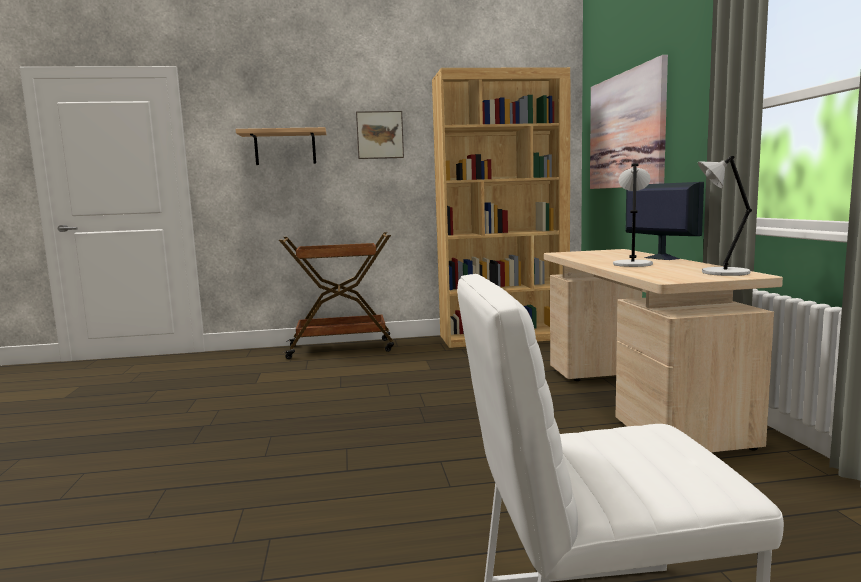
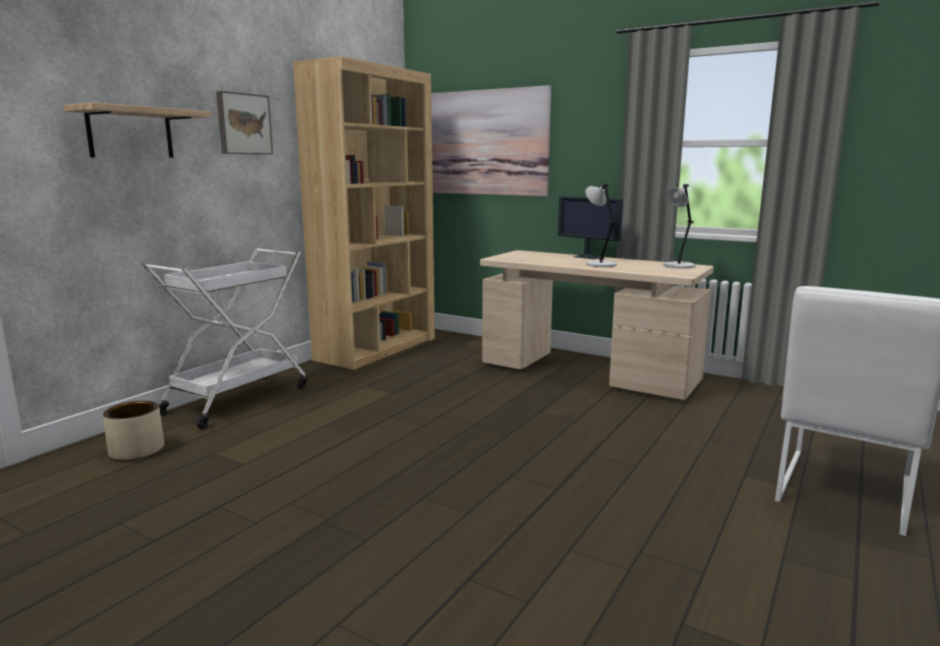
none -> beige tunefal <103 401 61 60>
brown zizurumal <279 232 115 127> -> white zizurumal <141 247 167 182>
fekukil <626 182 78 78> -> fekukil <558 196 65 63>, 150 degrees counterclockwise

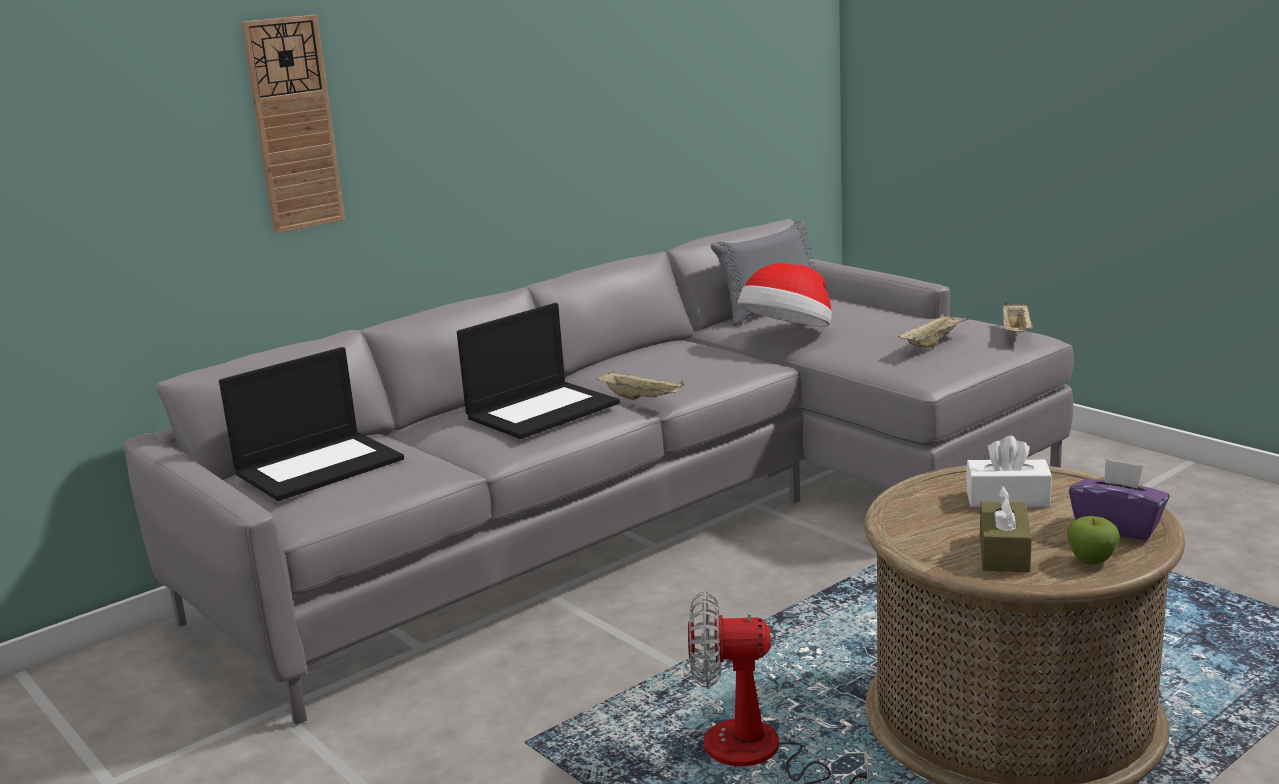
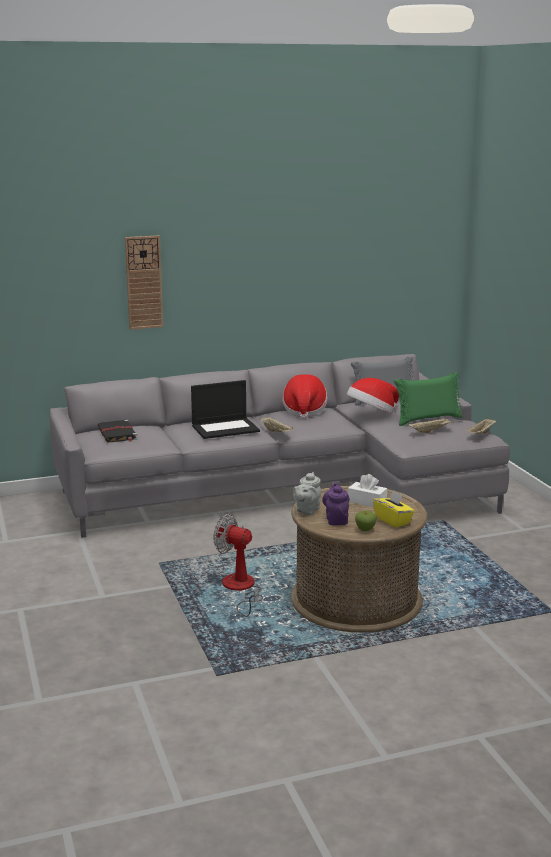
none -> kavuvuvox <282 374 46 45>
none -> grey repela <293 472 28 43>
none -> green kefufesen <394 372 68 54>
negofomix <219 347 185 154> -> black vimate <98 420 40 22>
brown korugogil <980 485 52 87> -> purple repela <322 482 28 43>
purple korugogil <1069 459 101 82> -> yellow korugogil <373 490 41 38>

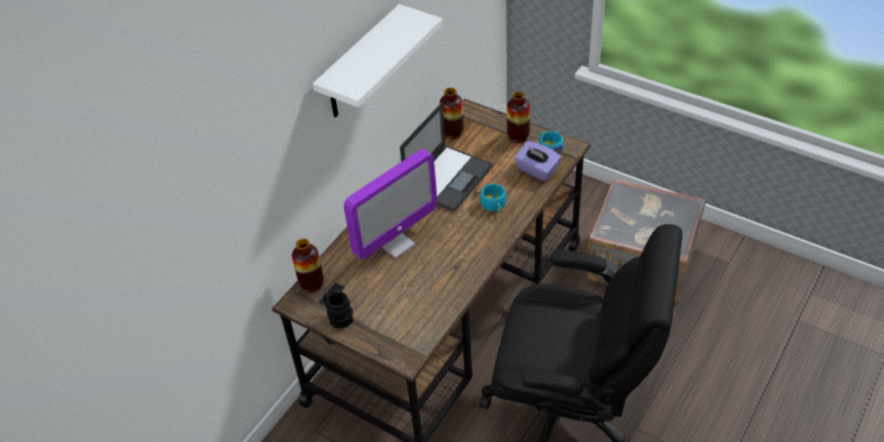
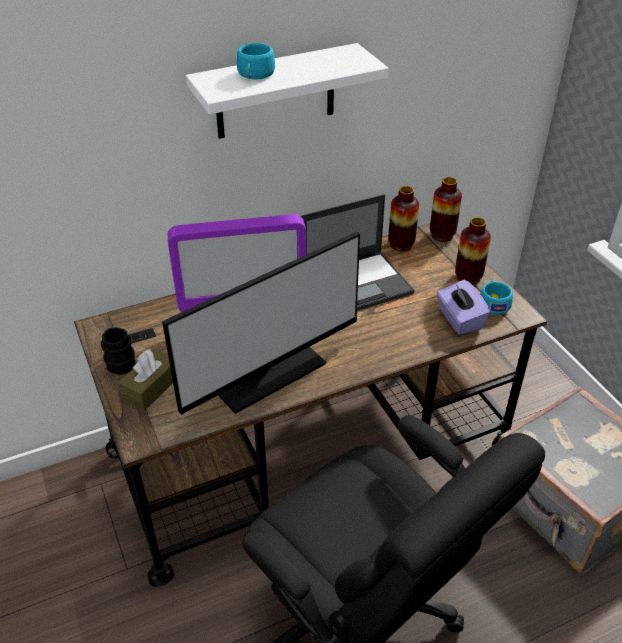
none -> brown korugogil <118 349 55 62>
none -> fekukil <162 231 198 184>
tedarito <292 239 32 53> -> tedarito <430 177 32 65>, moved
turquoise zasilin <480 184 26 28> -> turquoise zasilin <237 43 38 36>, moved

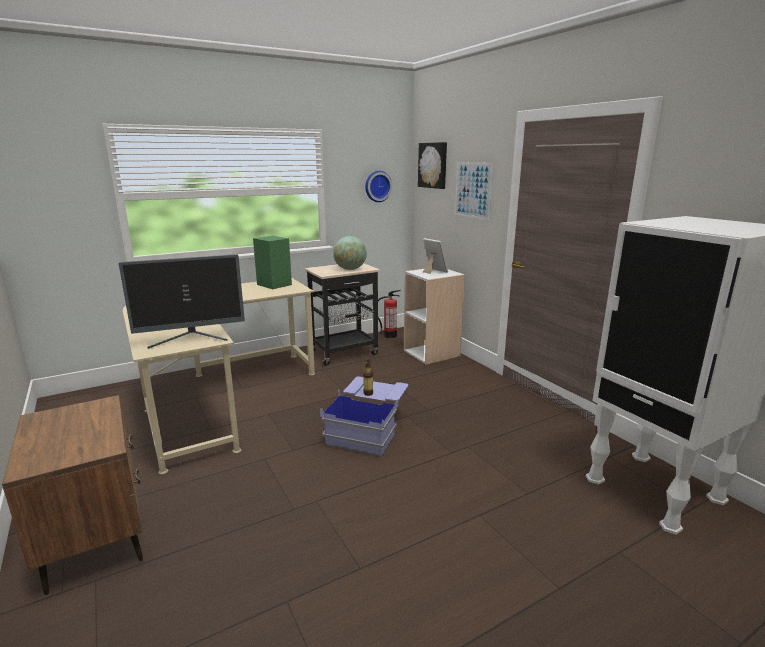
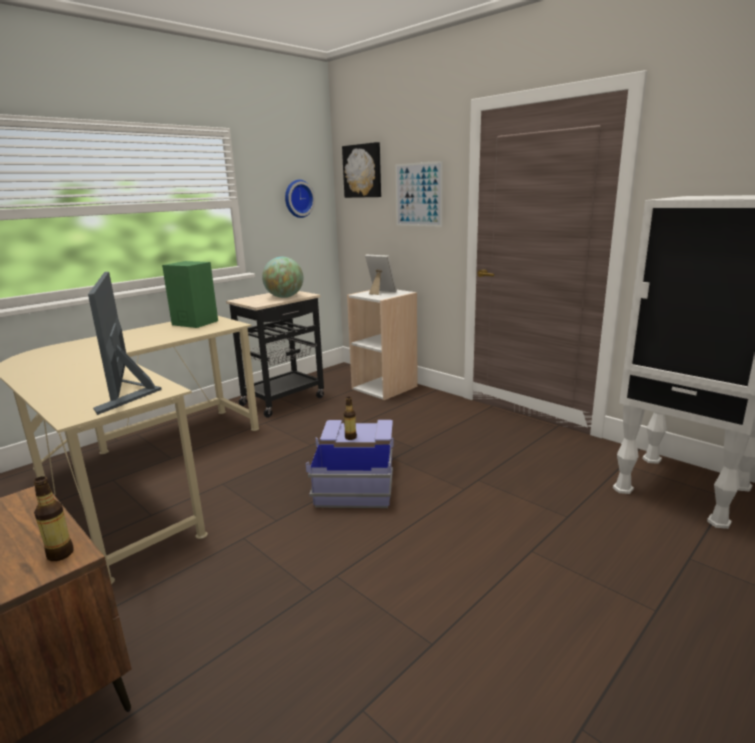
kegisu <378 290 23 48> -> none
none -> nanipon <33 476 41 85>
fekukil <119 254 126 95> -> fekukil <88 272 74 143>, 105 degrees clockwise

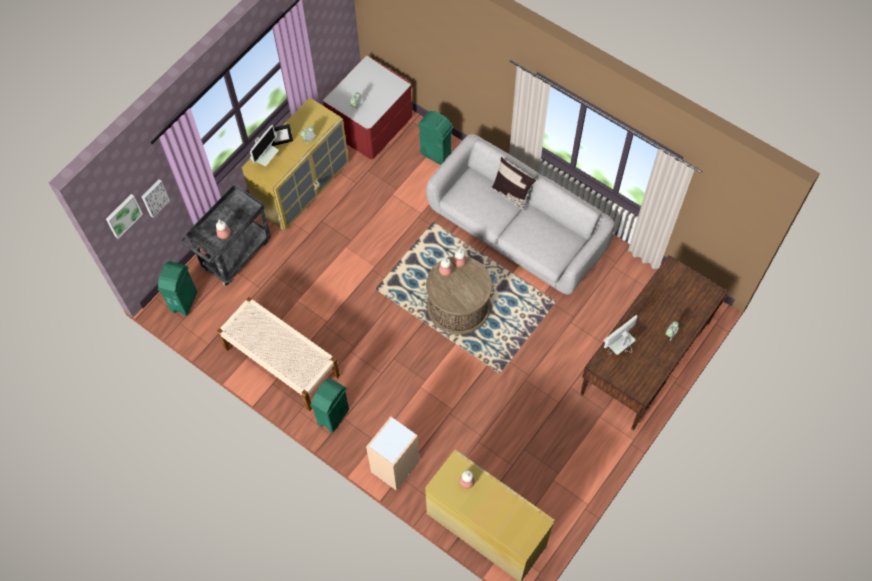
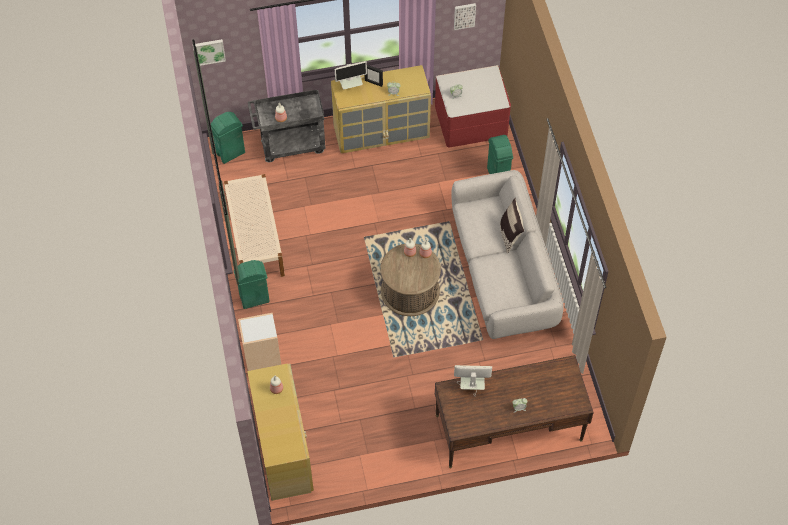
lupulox <141 179 29 39> -> lupulox <454 3 22 27>, moved

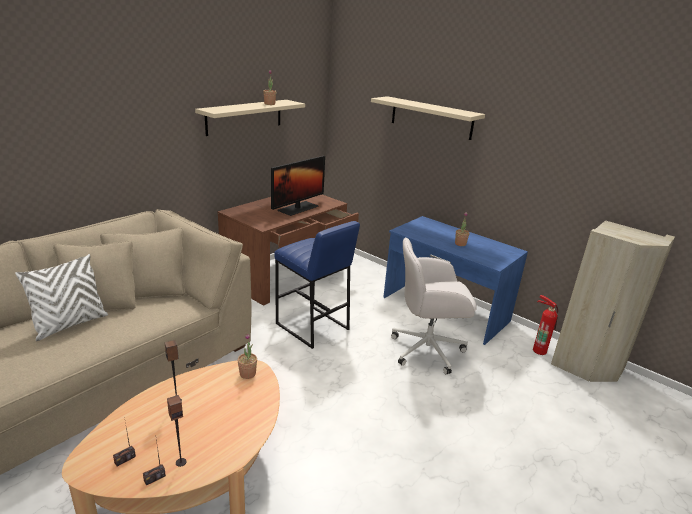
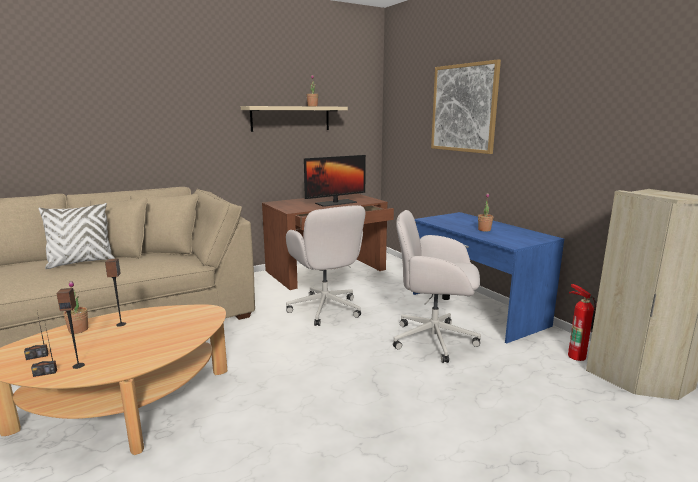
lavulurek <238 334 19 45> -> lavulurek <63 281 25 53>, moved
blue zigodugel <274 221 86 128> -> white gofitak <286 205 79 121>
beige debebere <371 96 114 44> -> lupulox <431 59 70 95>

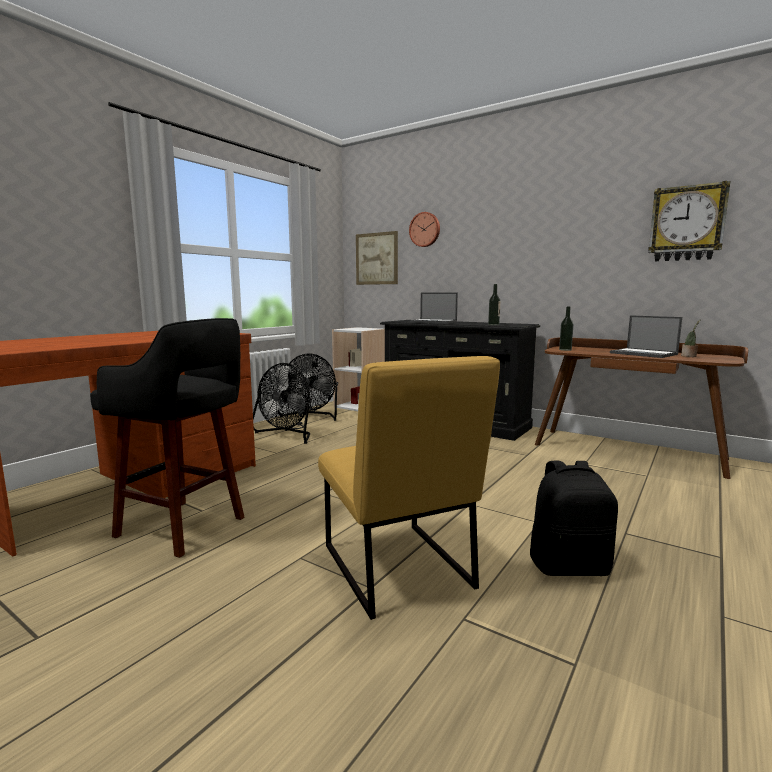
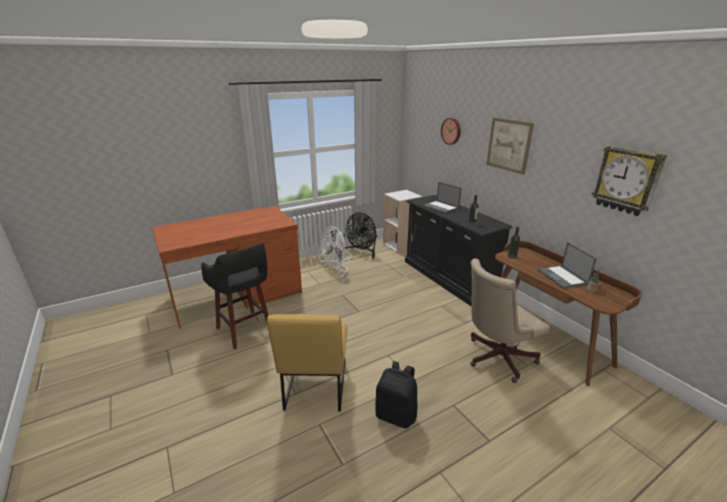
none -> beige gofitak <470 258 80 125>
lupulox <356 231 42 54> -> lupulox <486 117 48 58>, moved
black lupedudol <253 363 59 81> -> white lupedudol <317 226 34 53>

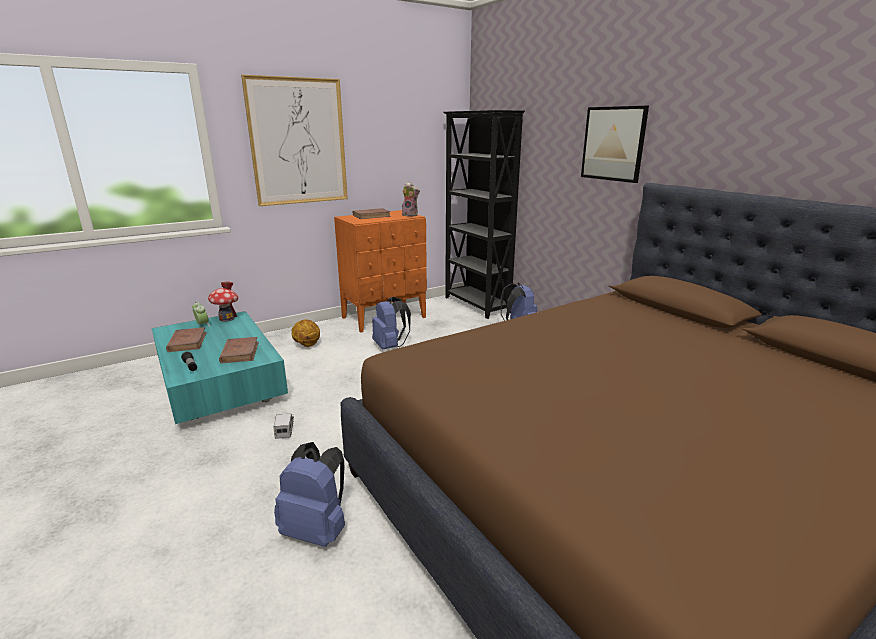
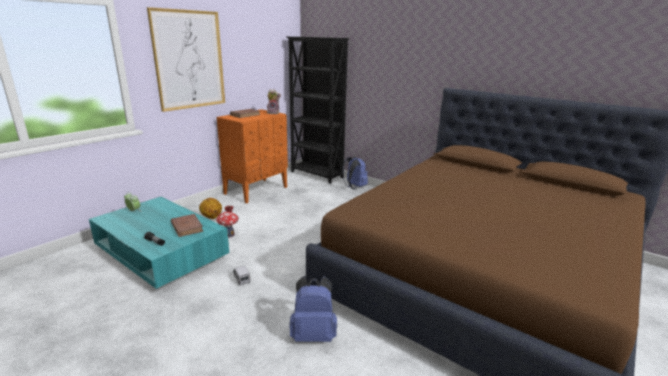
brown vimate <166 327 41 25> -> none
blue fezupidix <372 297 39 52> -> none
lupulox <581 106 68 77> -> none
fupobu <208 281 30 41> -> fupobu <216 206 23 32>, moved

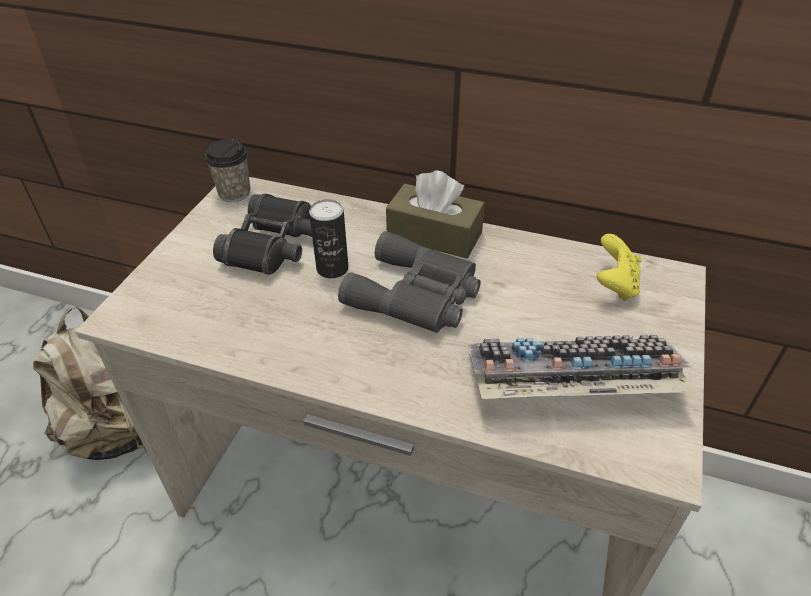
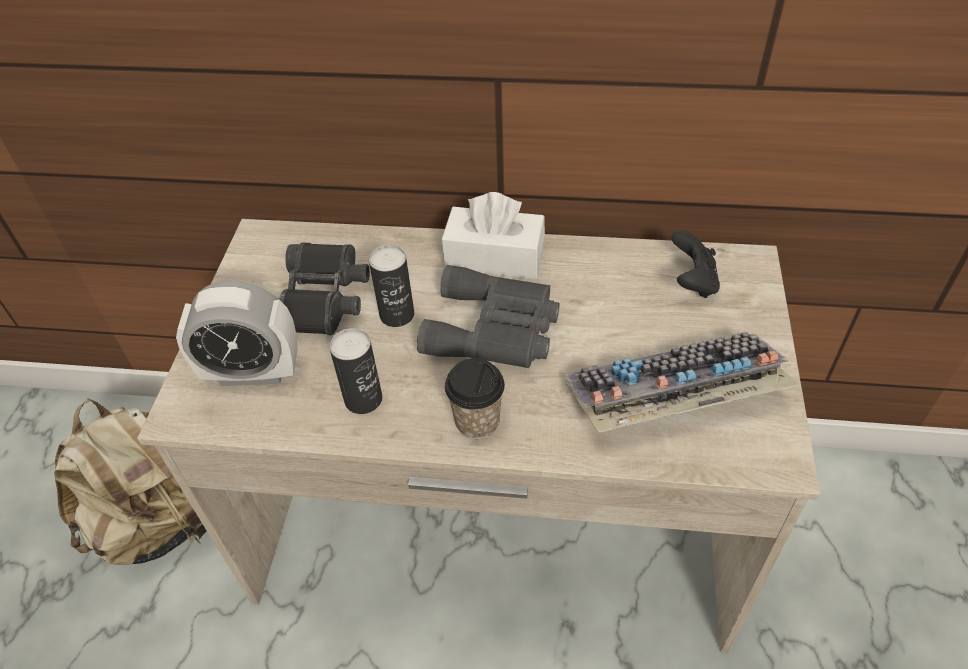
none -> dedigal <176 281 121 105>
none -> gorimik <329 328 53 86>
zasilin <205 139 45 63> -> zasilin <445 358 60 81>, moved
brown korugogil <386 170 99 89> -> white korugogil <442 192 103 87>
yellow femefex <597 234 45 67> -> black femefex <672 230 48 68>

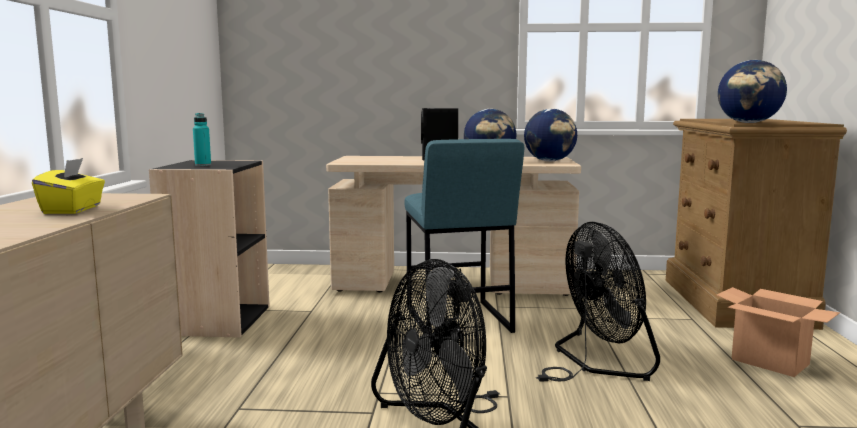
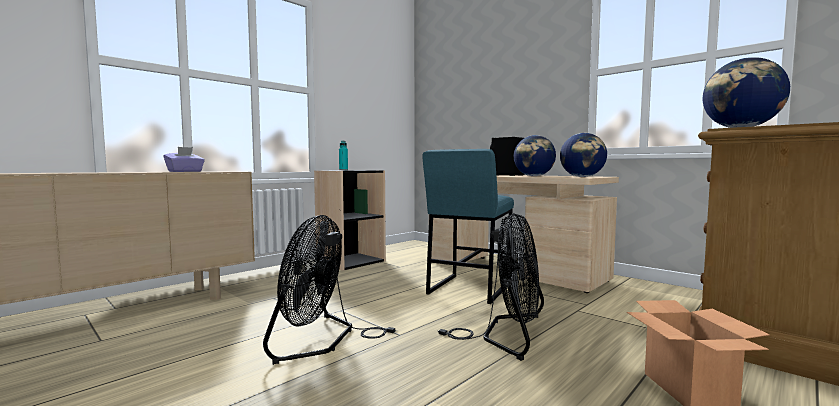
yellow korugogil <32 158 73 56> -> purple korugogil <164 147 41 25>

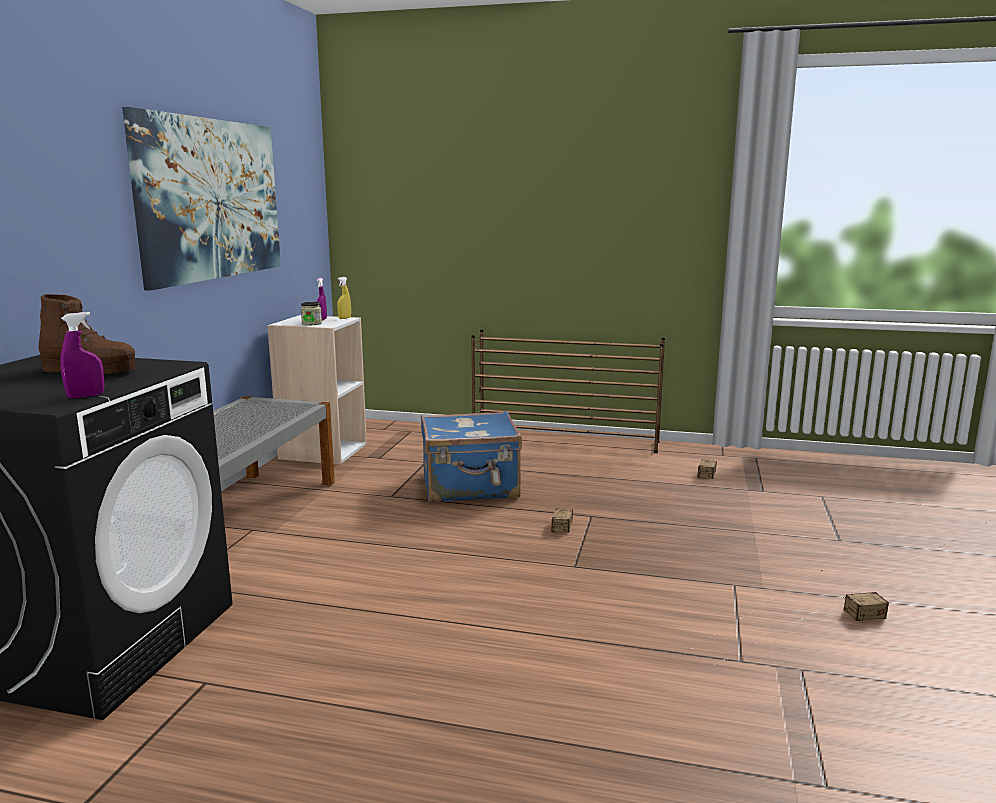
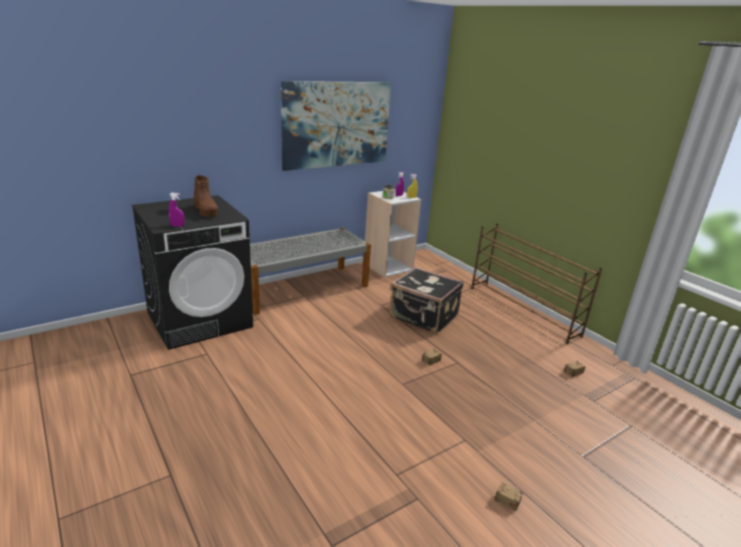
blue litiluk <421 411 101 91> -> black litiluk <390 267 74 67>

